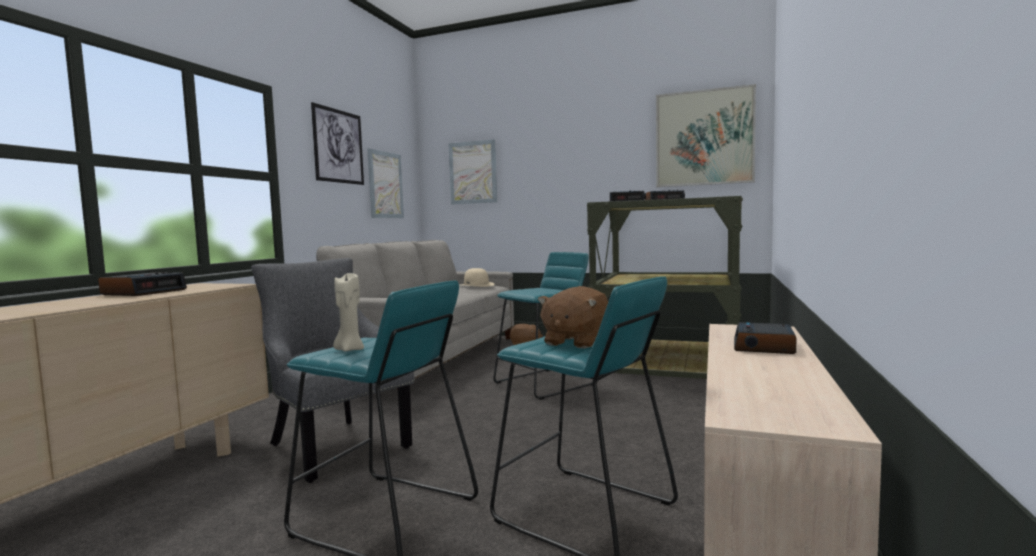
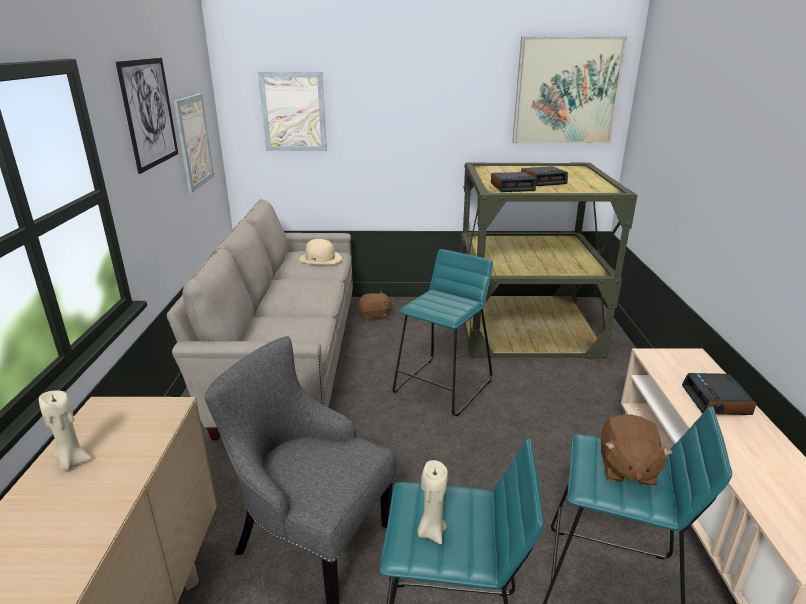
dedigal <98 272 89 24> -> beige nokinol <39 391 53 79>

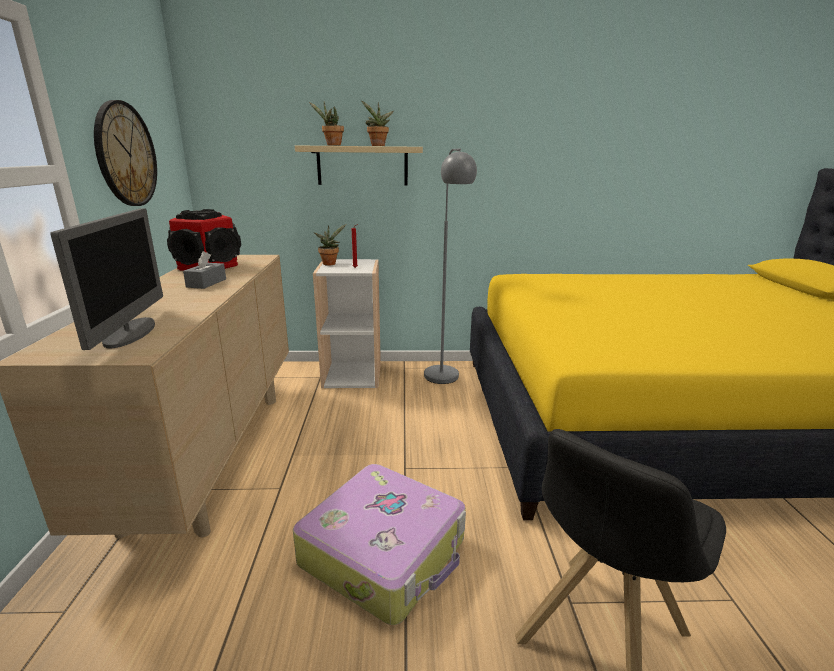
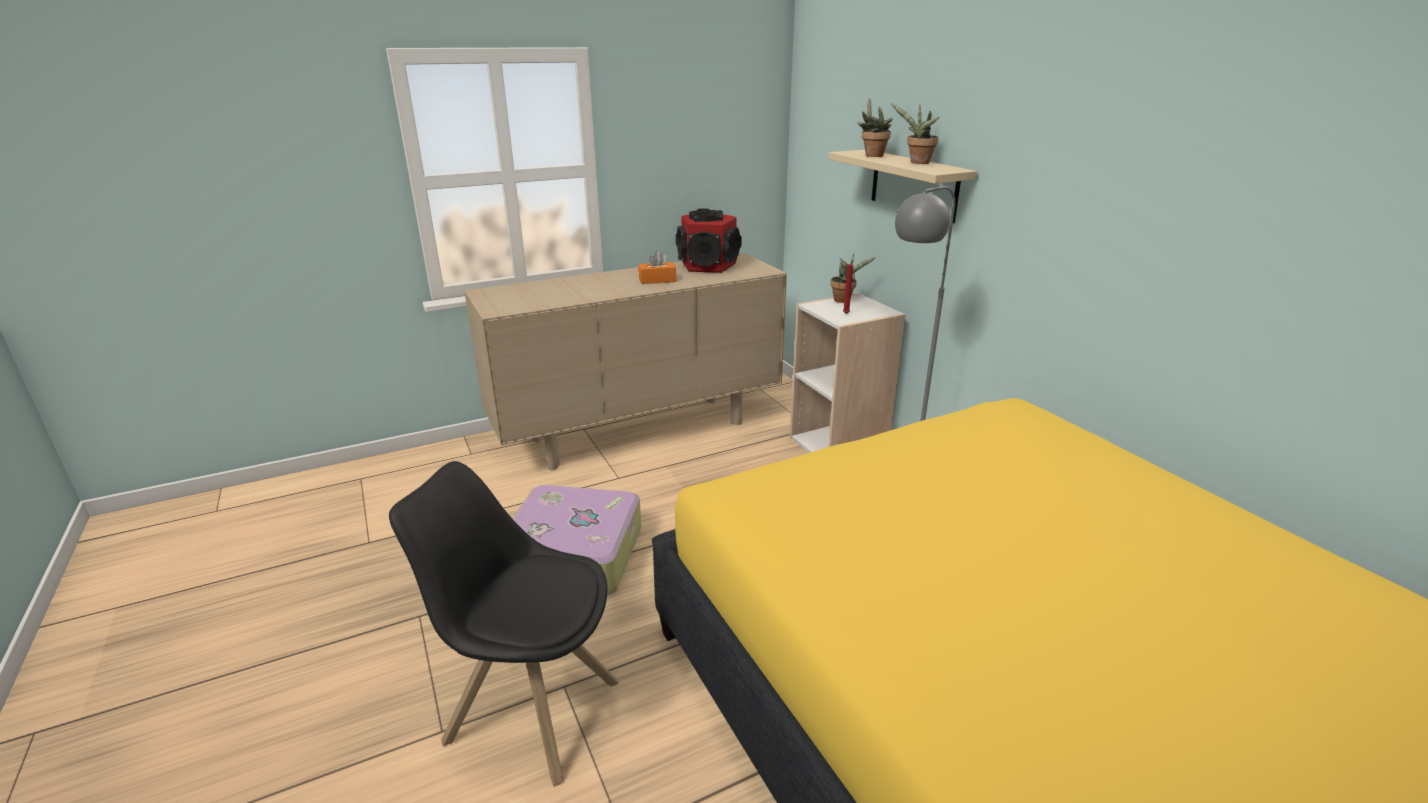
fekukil <50 208 113 142> -> none
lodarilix <94 100 63 106> -> none
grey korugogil <183 251 43 38> -> orange korugogil <638 251 38 33>

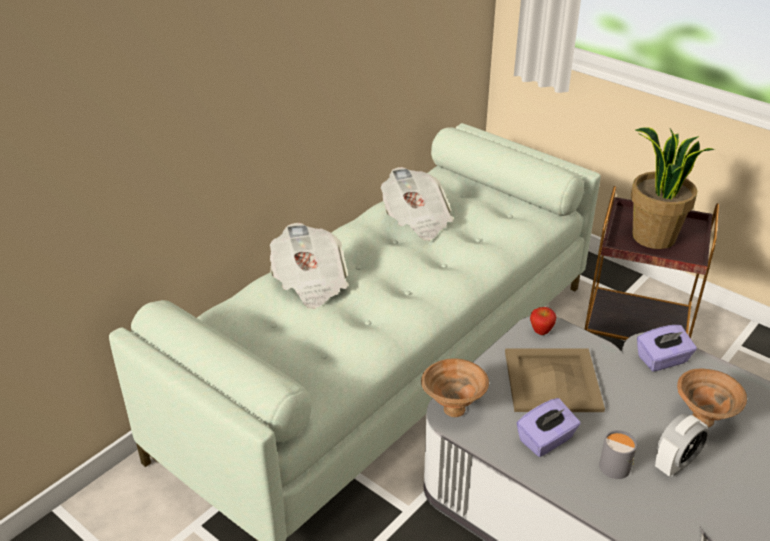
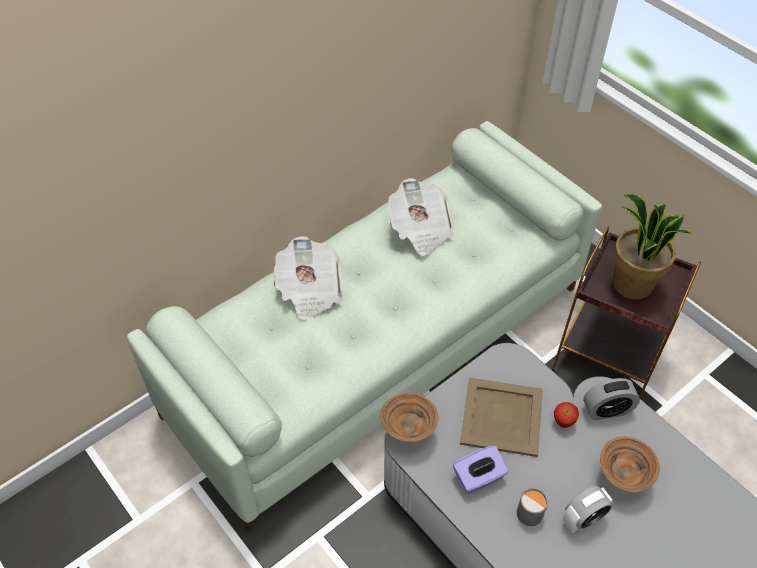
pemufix <530 307 26 28> -> pemufix <554 402 25 26>, moved
purple korugogil <637 325 60 47> -> dedigal <583 378 57 42>

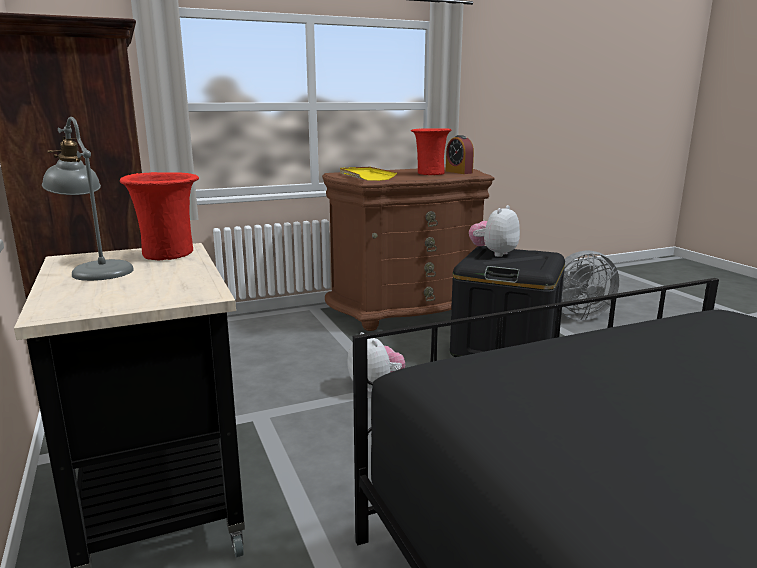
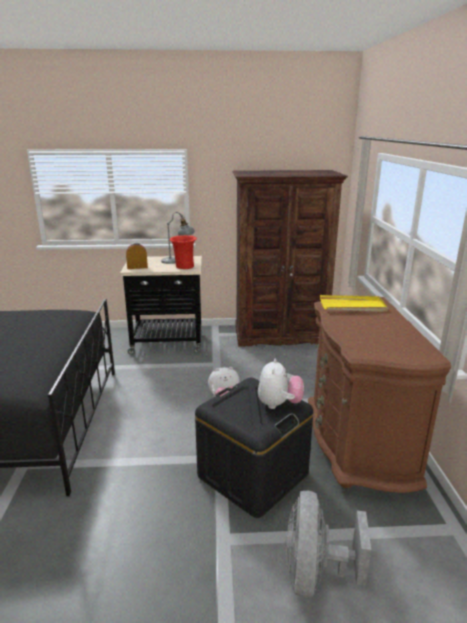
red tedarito <411 128 40 47> -> none
dedigal <446 135 28 39> -> dedigal <126 243 22 26>, moved
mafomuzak <469 205 51 52> -> mafomuzak <258 359 46 50>, 45 degrees clockwise

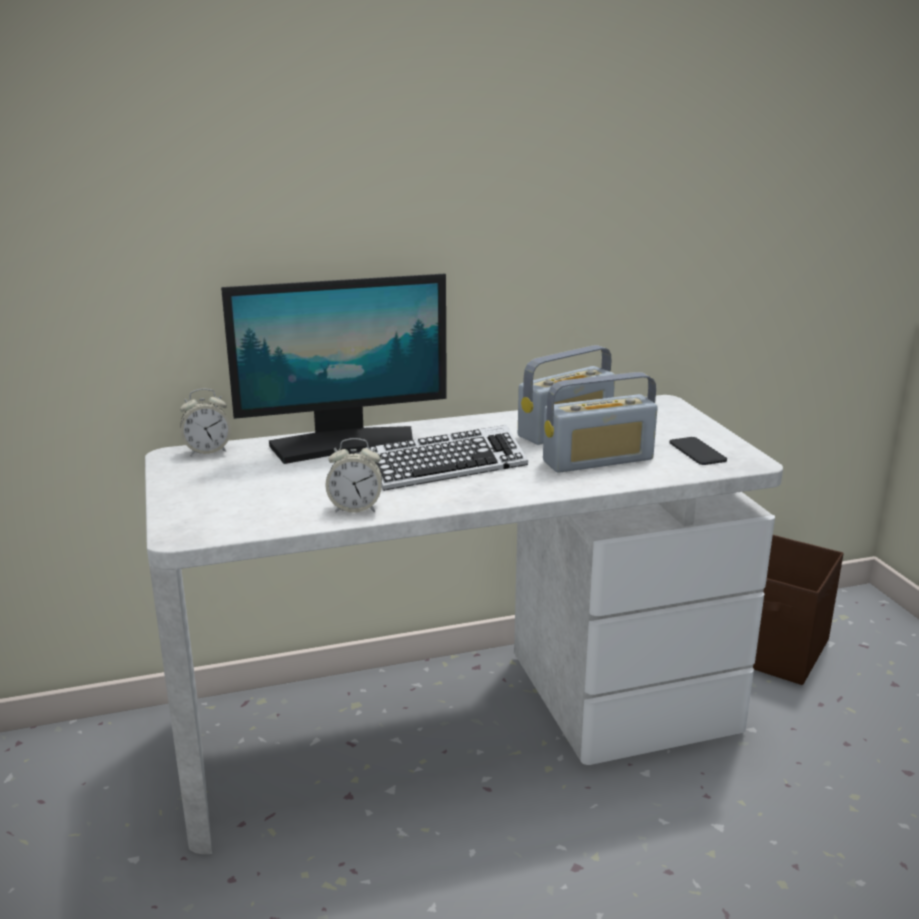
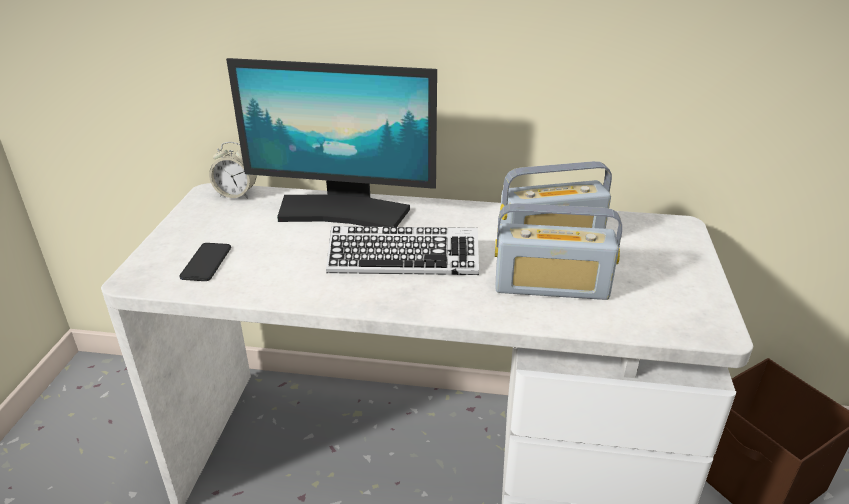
dedigal <325 438 57 75> -> none
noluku <670 437 57 28> -> noluku <179 243 52 38>, moved

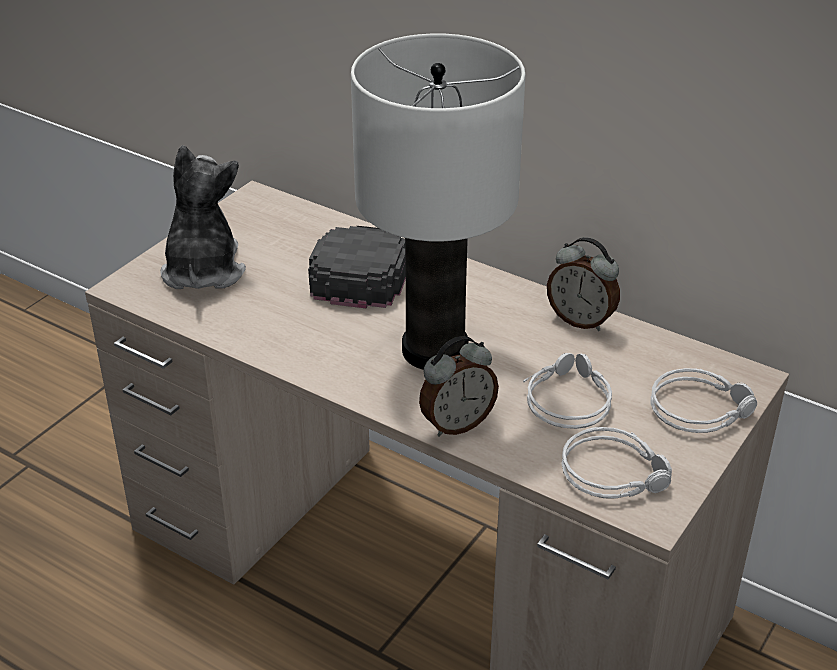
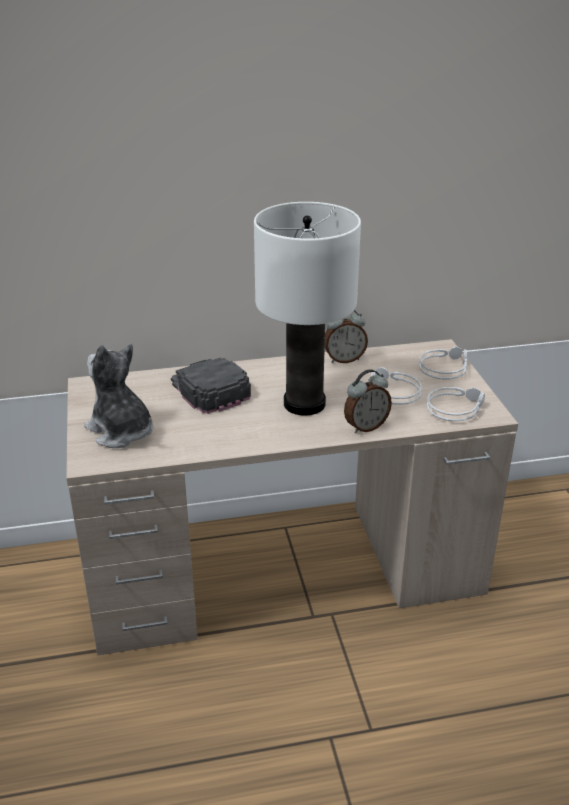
dedigal <419 336 80 101> -> dedigal <344 369 48 64>, 45 degrees clockwise

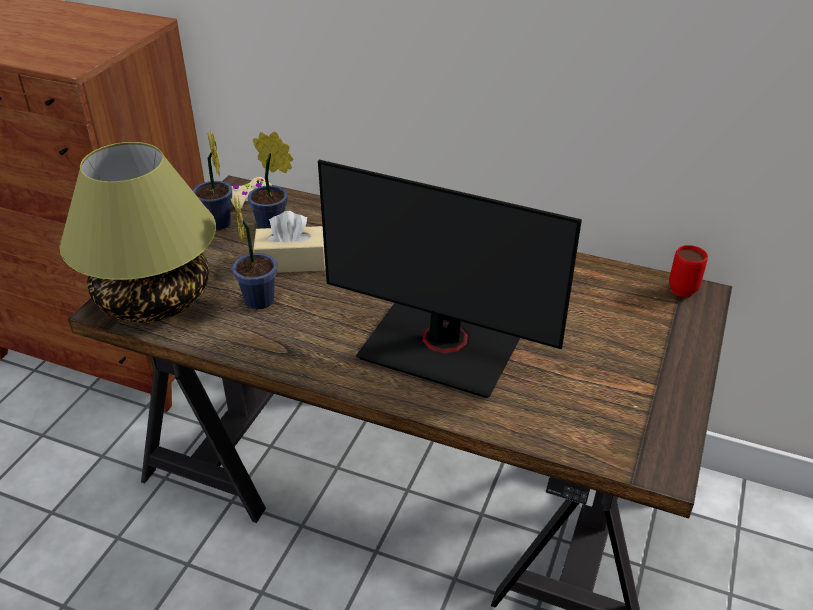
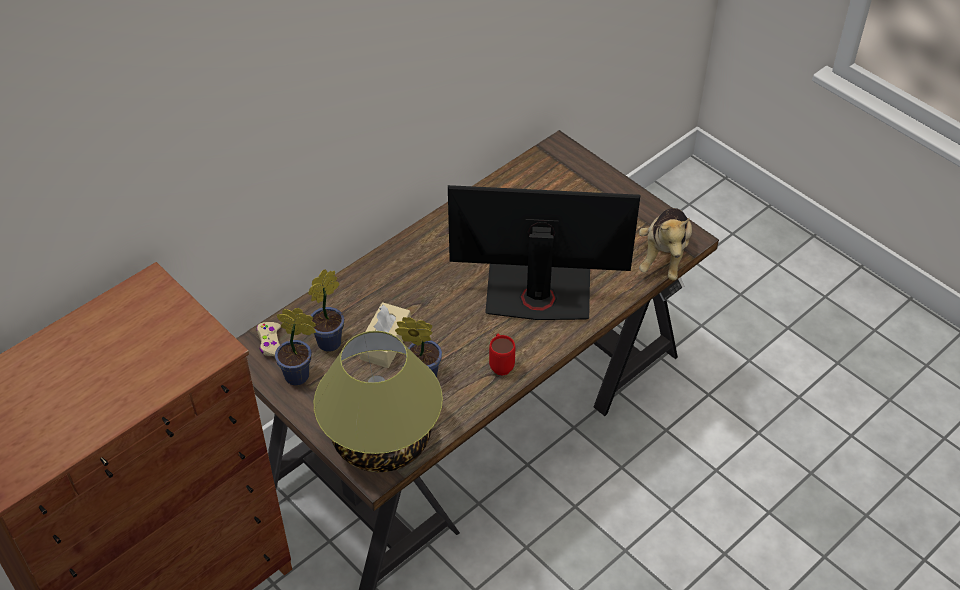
none -> mafomuzak <639 208 53 73>
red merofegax <669 245 39 52> -> red merofegax <489 333 26 43>, moved
fekukil <318 160 264 238> -> fekukil <448 185 192 135>, 135 degrees counterclockwise

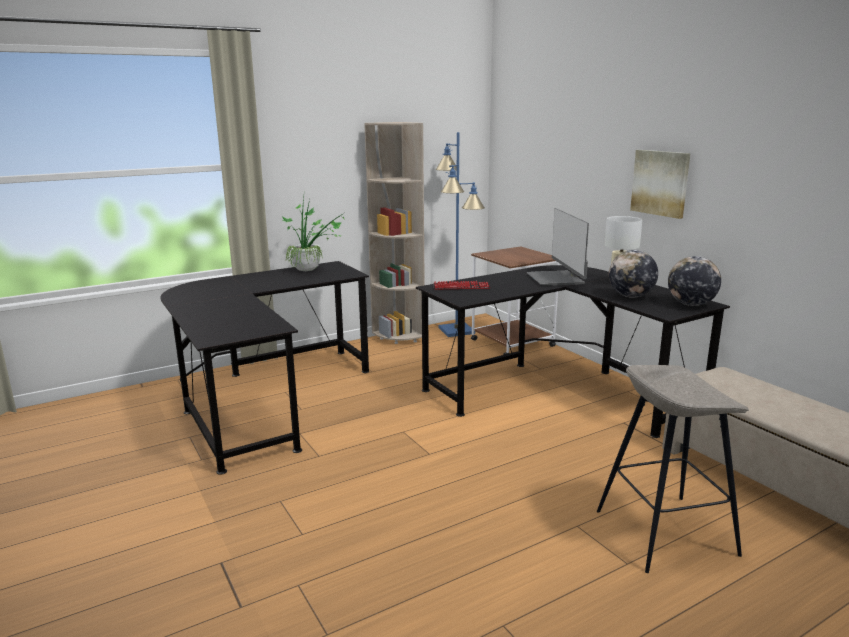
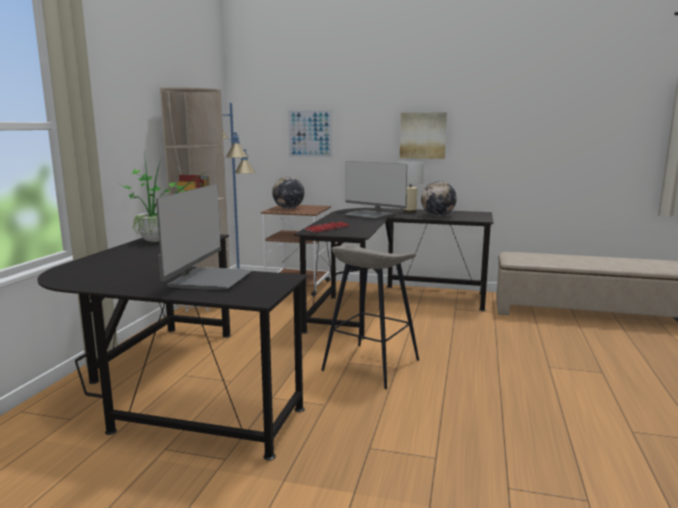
none -> fekukil <156 184 97 106>
none -> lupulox <287 109 46 49>
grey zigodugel <597 365 152 208> -> grey zigodugel <322 244 97 145>, moved
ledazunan <668 256 53 50> -> ledazunan <272 176 32 33>, moved

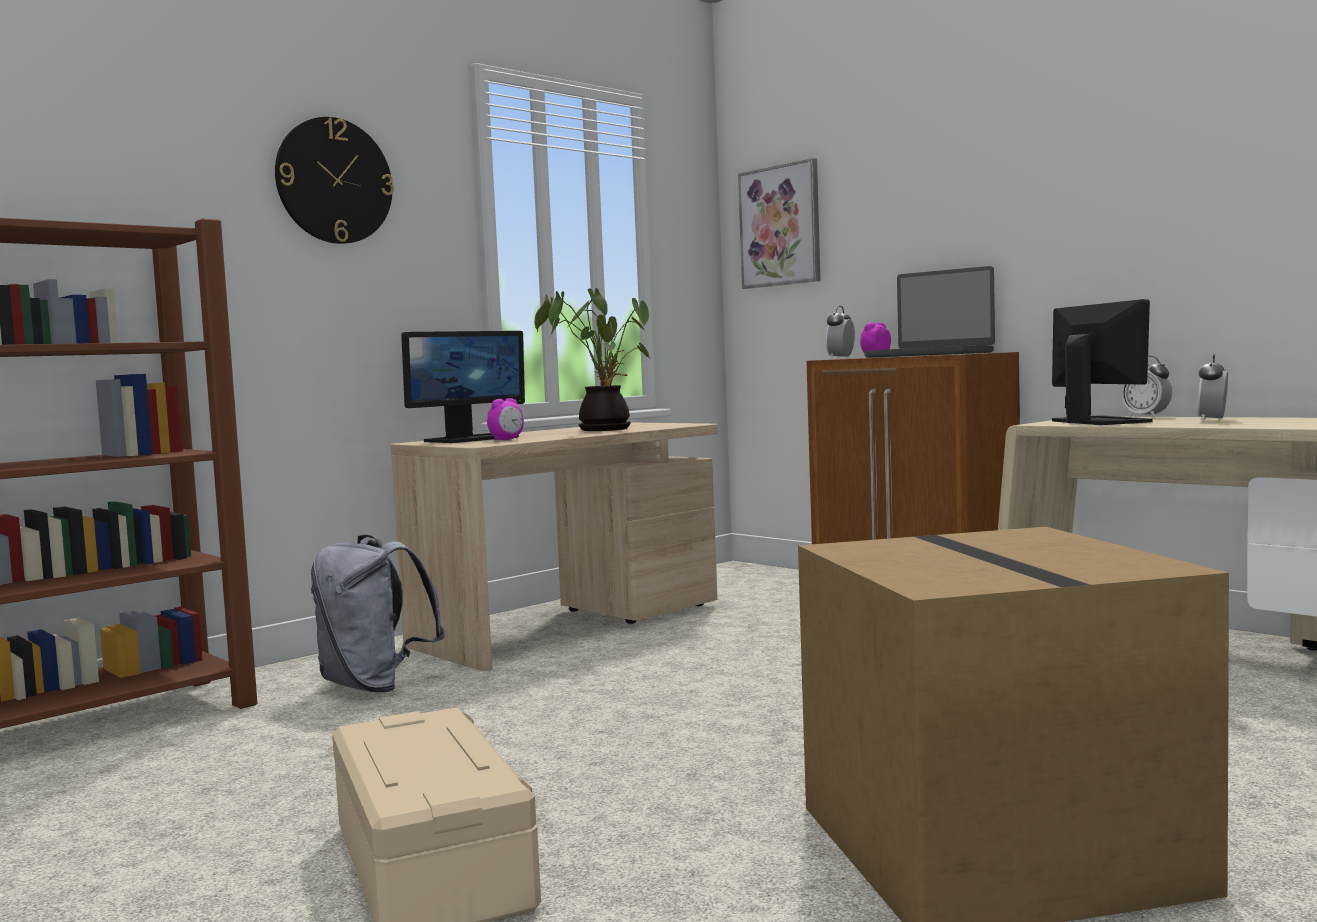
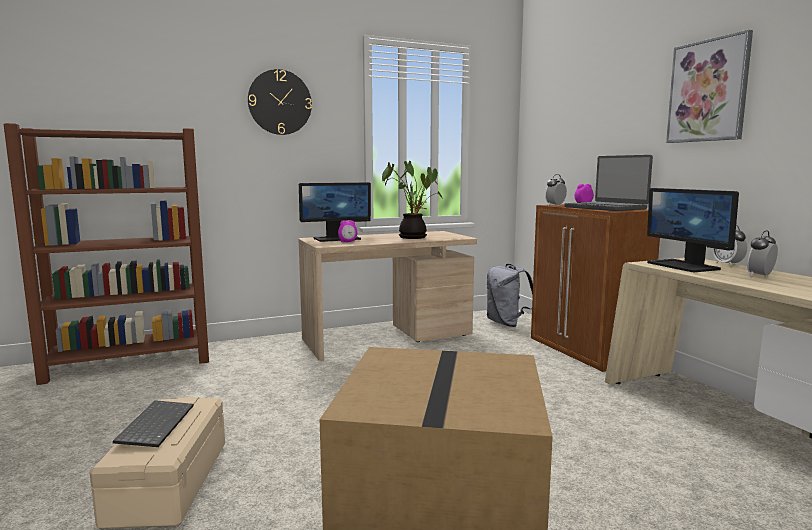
none -> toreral <113 400 80 47>
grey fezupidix <311 535 134 157> -> grey fezupidix <487 264 46 63>, moved
lupulox <738 158 82 131> -> lupulox <666 30 87 113>, moved
fekukil <1052 299 100 126> -> fekukil <647 188 92 84>, 150 degrees clockwise

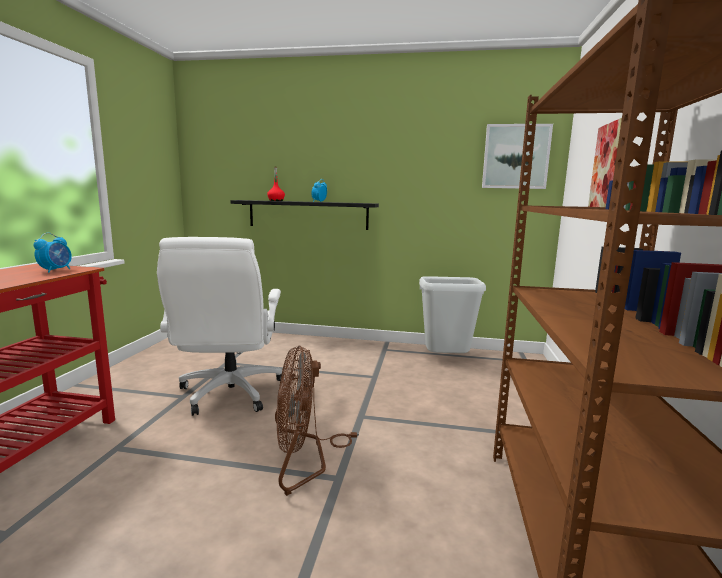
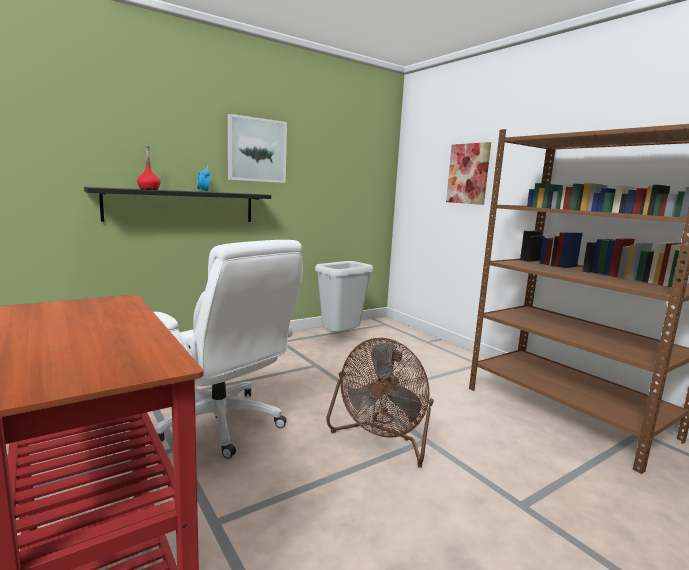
dedigal <34 233 38 40> -> none
lupulox <482 124 71 65> -> lupulox <228 114 59 69>, moved

